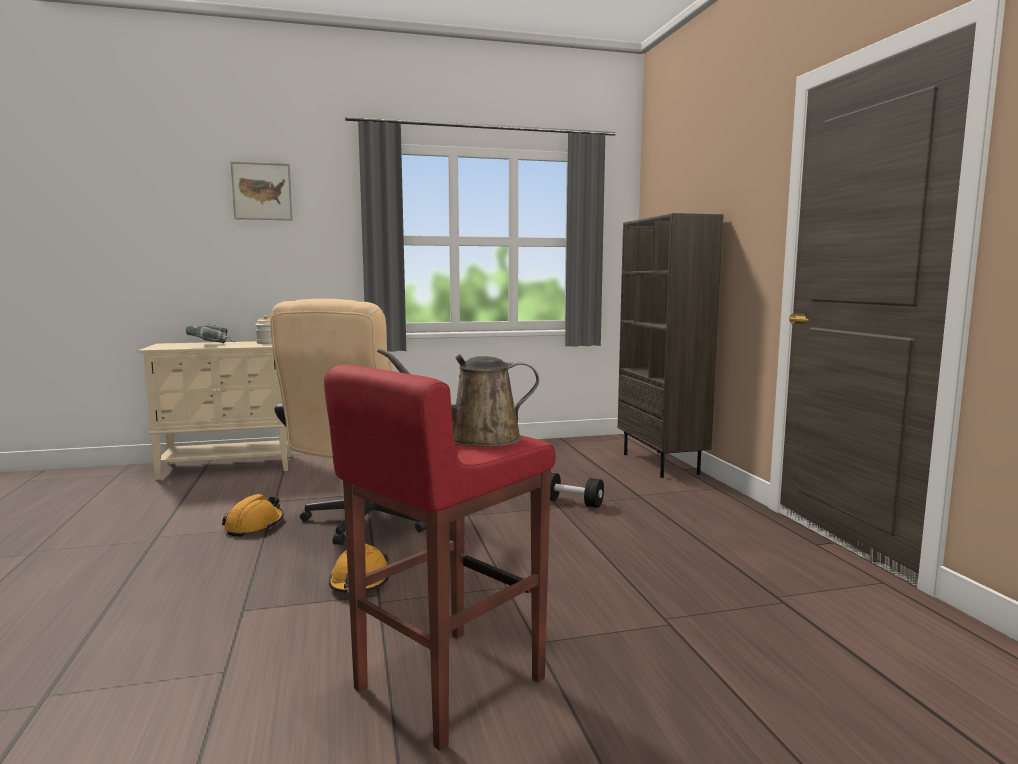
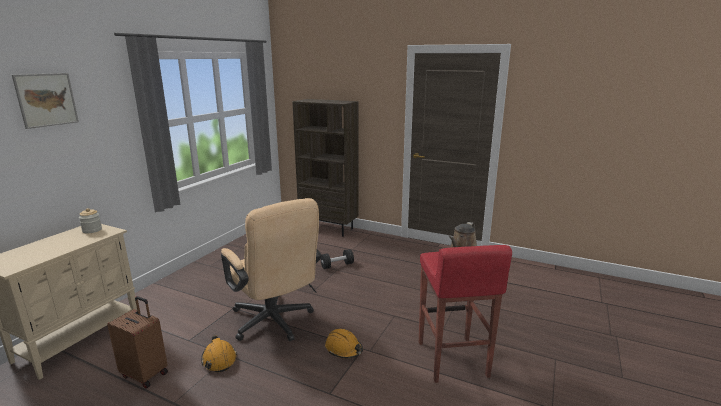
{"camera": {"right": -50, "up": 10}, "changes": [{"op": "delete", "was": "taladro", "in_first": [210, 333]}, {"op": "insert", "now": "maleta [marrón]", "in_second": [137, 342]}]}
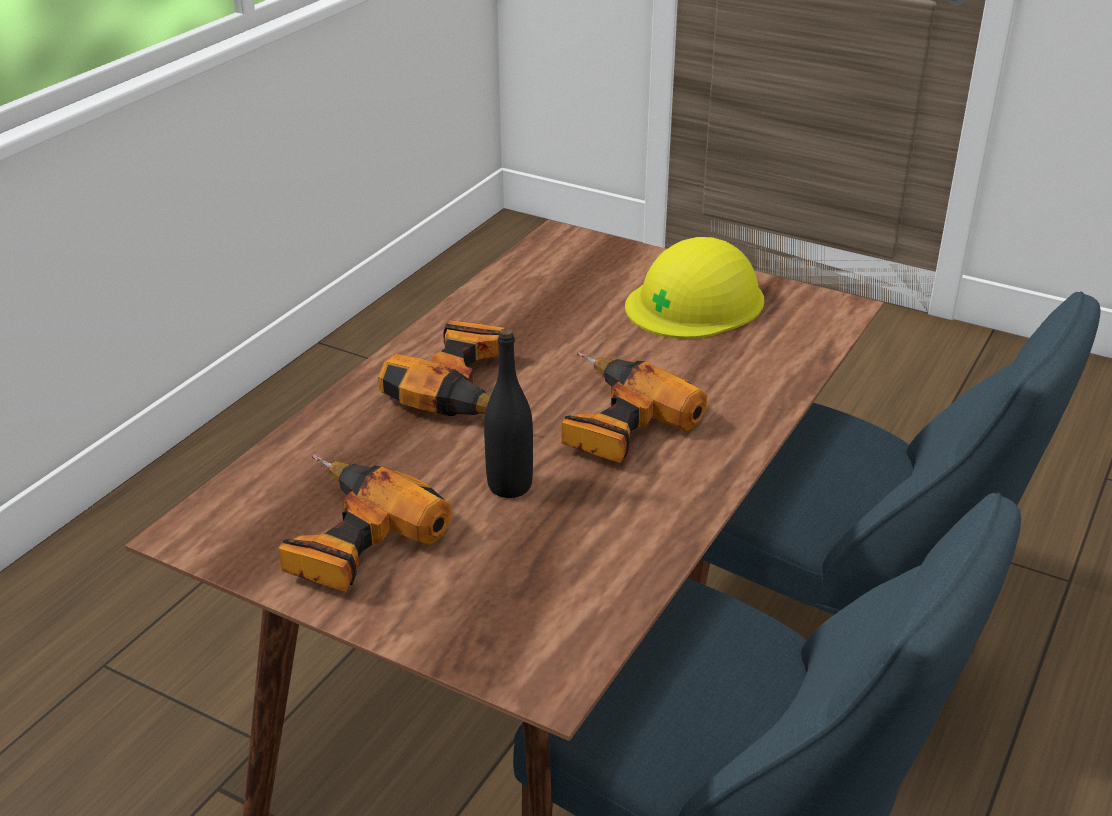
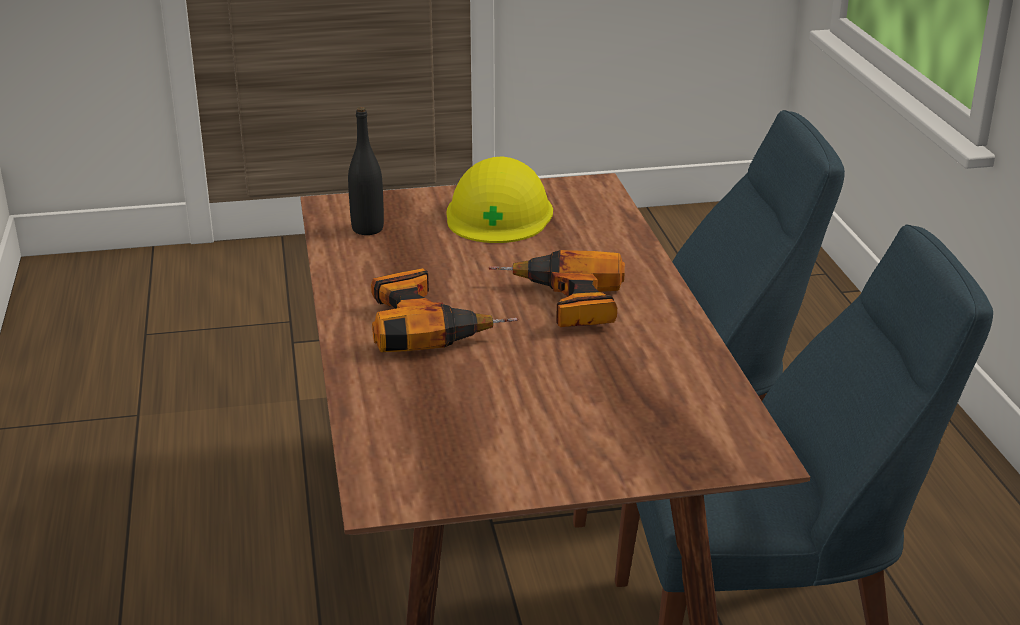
{"camera": {"right": -40, "up": -5}, "changes": [{"op": "move", "was": "botella [negro]", "in_first": [508, 413], "in_second": [366, 171]}, {"op": "delete", "was": "taladro", "in_first": [364, 523]}]}
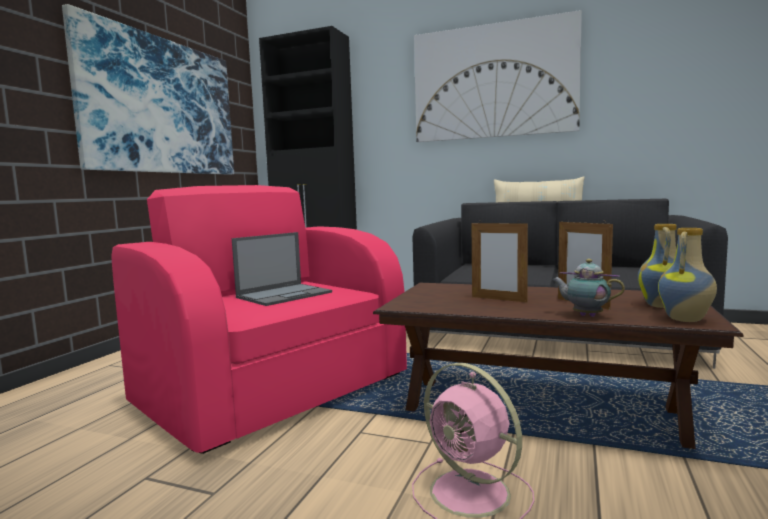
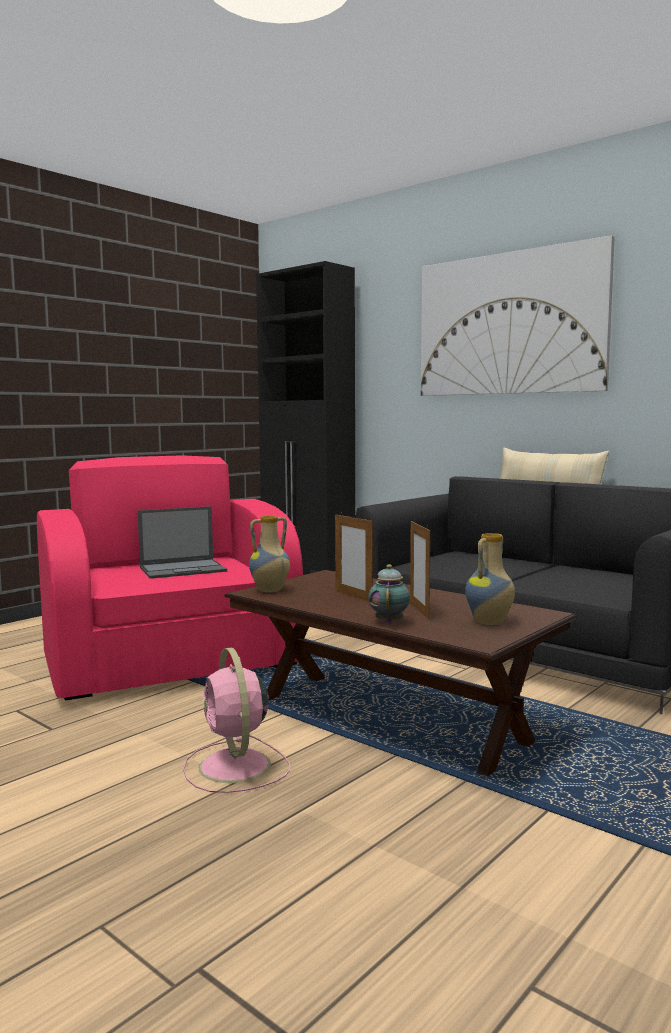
{"camera": {"right": 20, "up": 0}, "changes": [{"op": "delete", "was": "cuadro", "in_first": [148, 89]}, {"op": "move", "was": "florero", "in_first": [687, 275], "in_second": [269, 554]}, {"op": "rotate", "was": "tetera", "in_first": [588, 288], "in_second": [389, 594], "clockwise": 45}]}
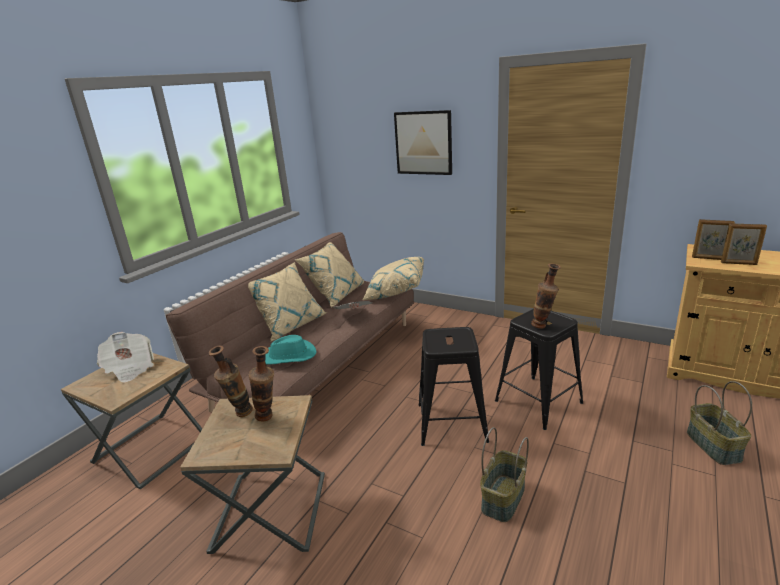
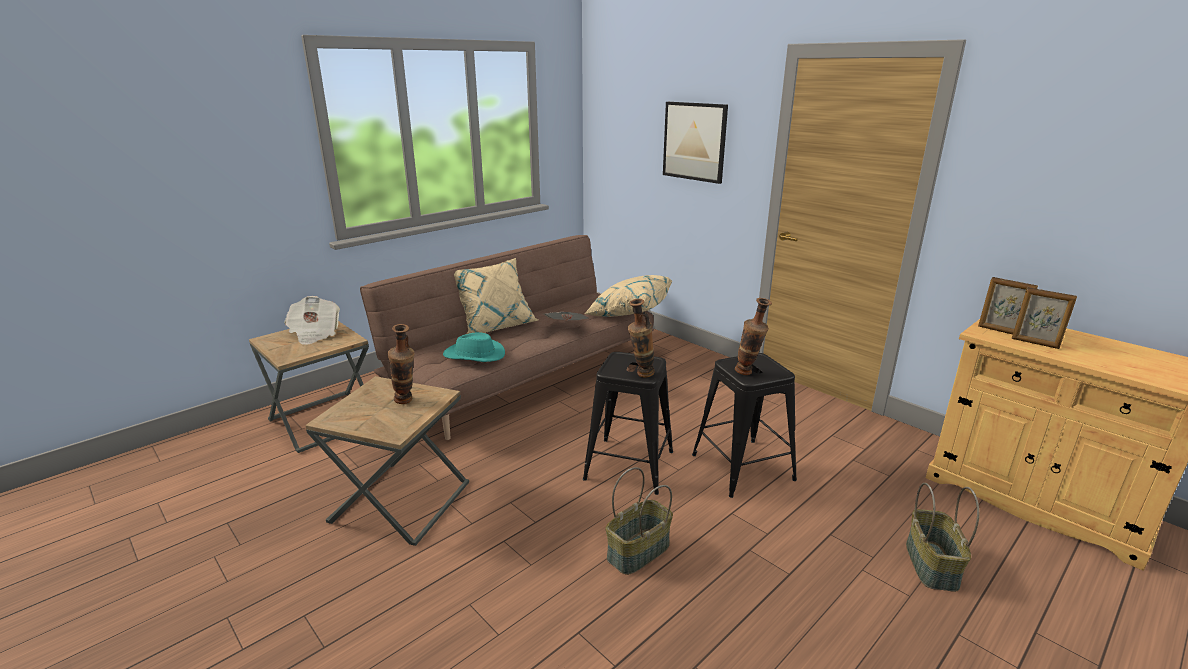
{"camera": {"right": 15, "up": 0}, "changes": [{"op": "delete", "was": "cojín [beis]", "in_first": [329, 274]}, {"op": "move", "was": "florero", "in_first": [230, 381], "in_second": [641, 338]}]}
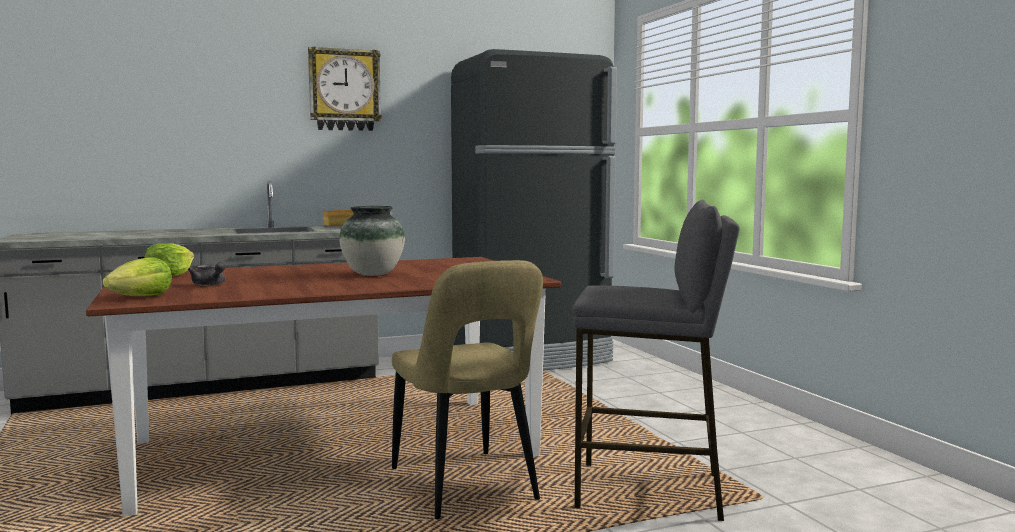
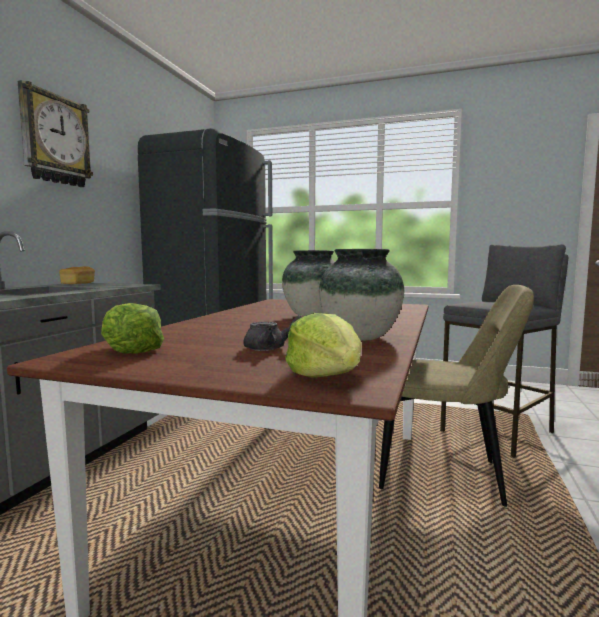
{"camera": {"right": -50, "up": 0}, "changes": [{"op": "insert", "now": "florero", "in_second": [361, 295]}]}
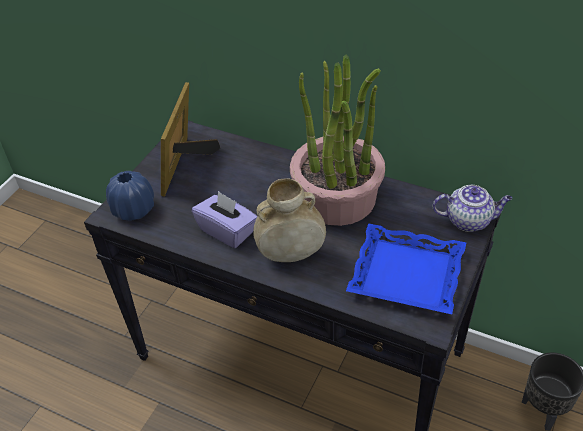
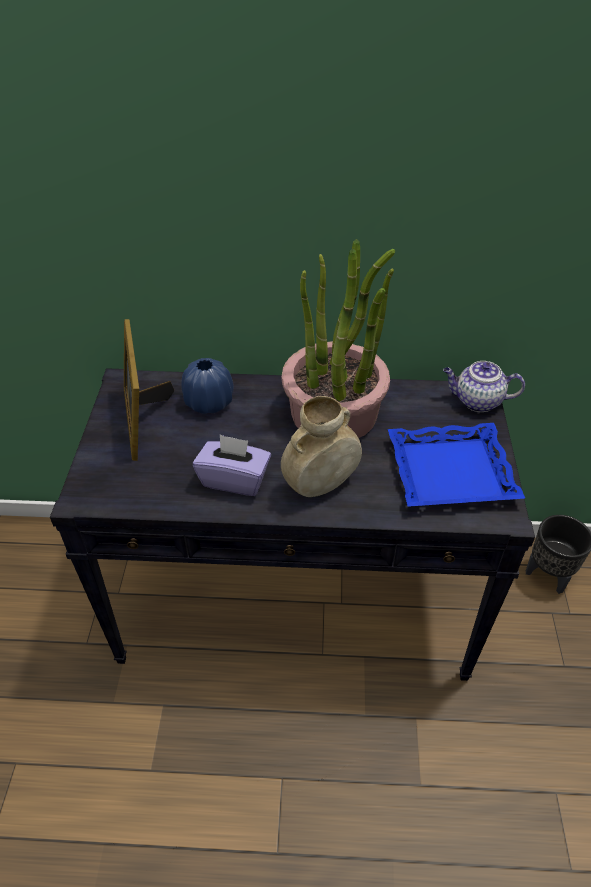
{"camera": {"right": -25, "up": 0}, "changes": [{"op": "move", "was": "florero [azul]", "in_first": [130, 196], "in_second": [207, 386]}, {"op": "rotate", "was": "tetera", "in_first": [472, 208], "in_second": [484, 386], "clockwise": -150}]}
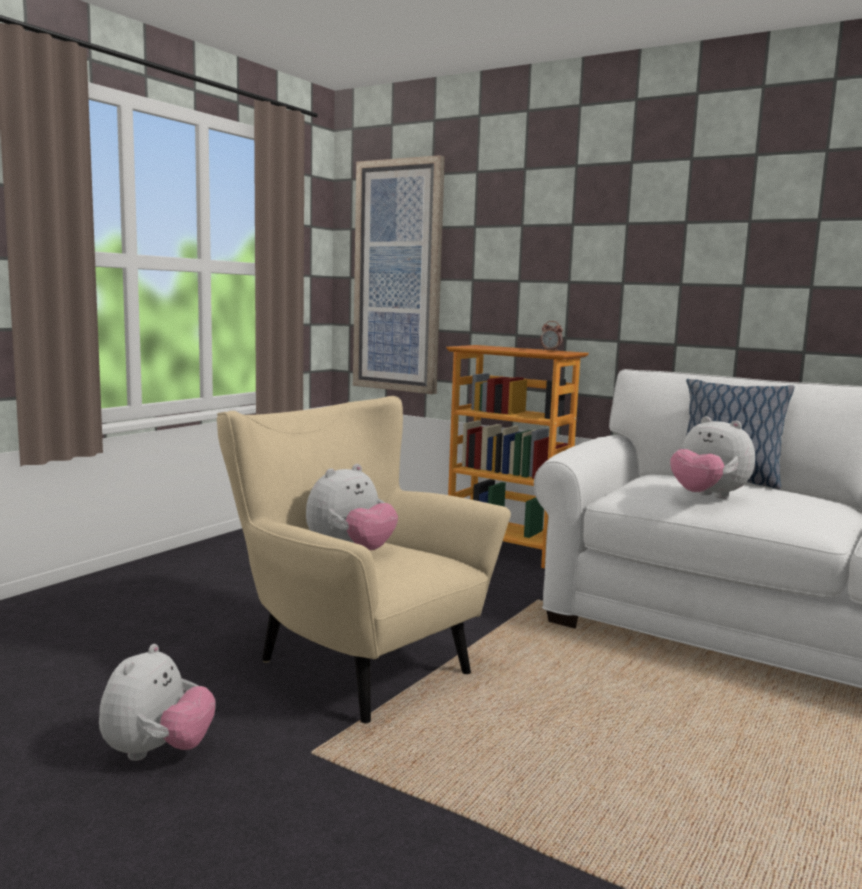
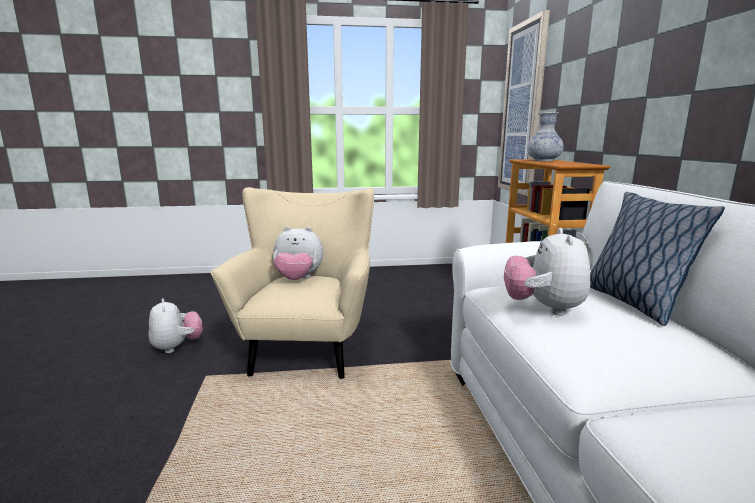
{"camera": {"right": 50, "up": 5}, "changes": [{"op": "delete", "was": "despertador", "in_first": [551, 336]}, {"op": "rotate", "was": "peluche", "in_first": [157, 702], "in_second": [175, 325], "clockwise": -90}, {"op": "insert", "now": "florero", "in_second": [545, 136]}]}
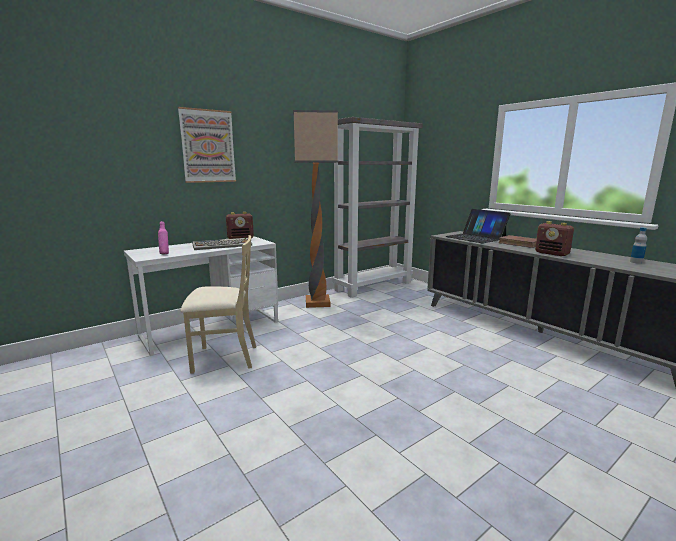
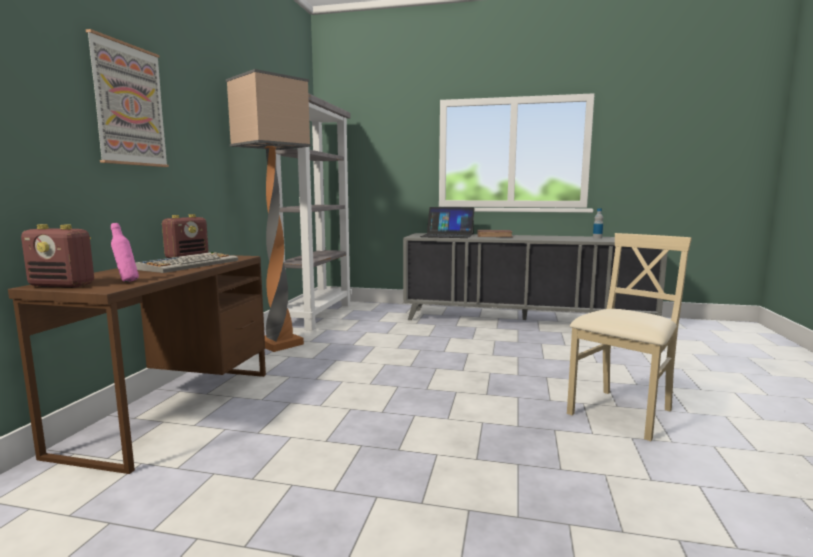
{"camera": {"right": -40, "up": -5}, "changes": [{"op": "move", "was": "radio", "in_first": [554, 238], "in_second": [57, 256]}, {"op": "move", "was": "silla [beis]", "in_first": [218, 304], "in_second": [629, 337]}, {"op": "recolor", "was": "escritorio [blanco]", "now": "escritorio [marrón]", "in_first": [201, 296], "in_second": [137, 364]}]}
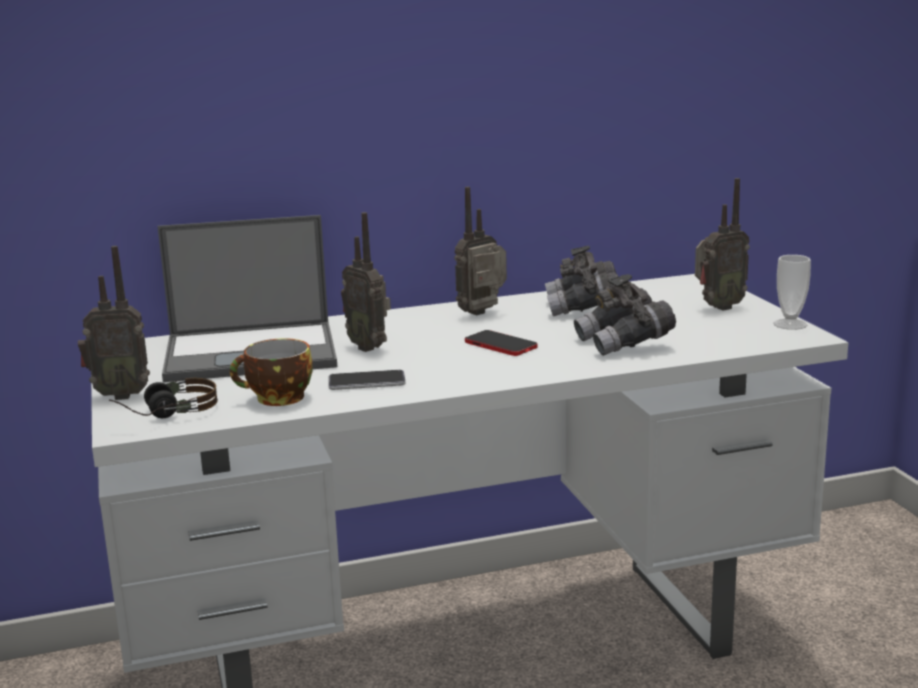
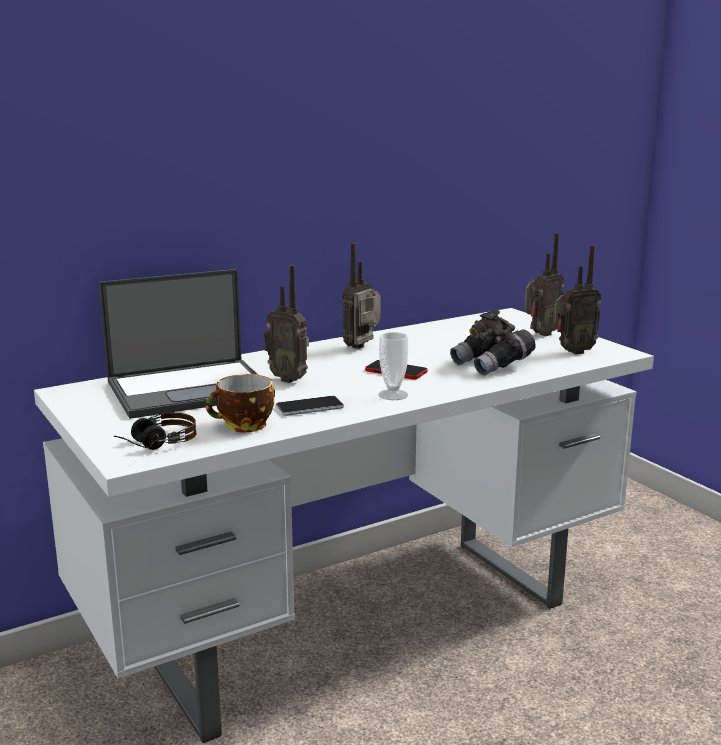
{"camera": {"right": -15, "up": 0}, "changes": [{"op": "move", "was": "radio", "in_first": [114, 323], "in_second": [577, 300]}, {"op": "delete", "was": "prismáticos [gris]", "in_first": [581, 281]}, {"op": "move", "was": "taza", "in_first": [792, 292], "in_second": [393, 366]}]}
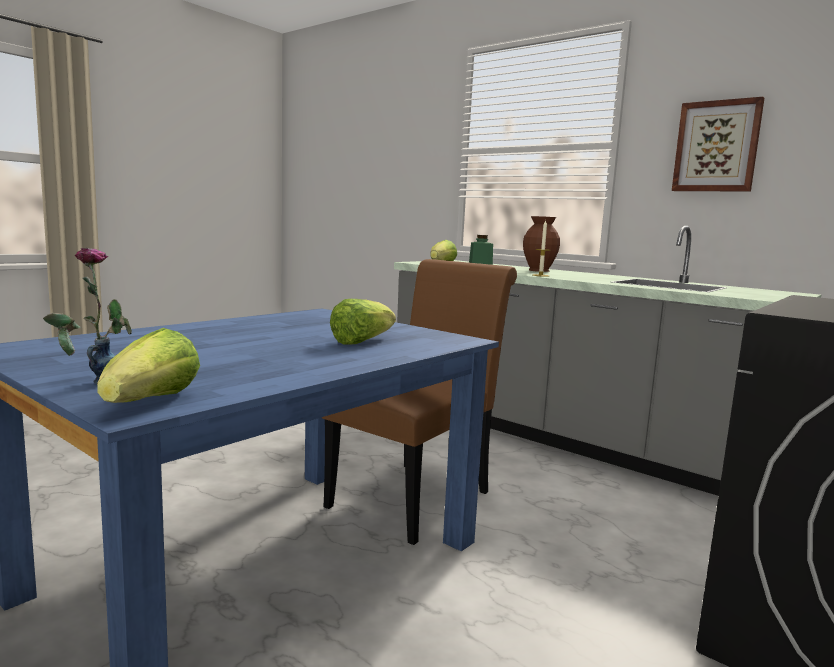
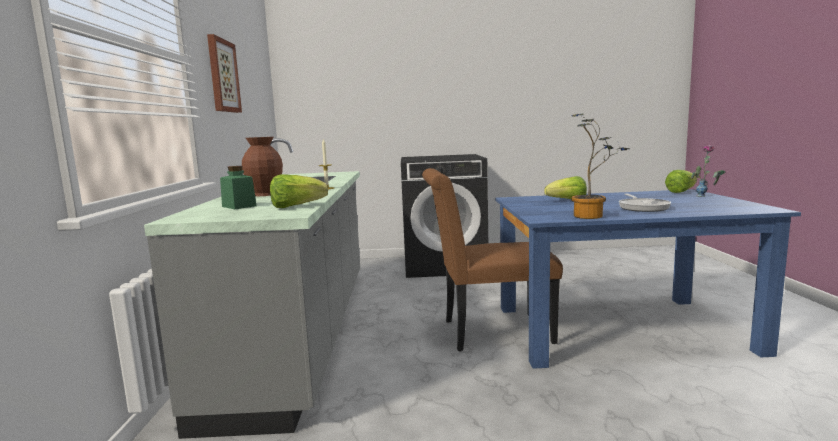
{"camera": {"right": -130, "up": 0}, "changes": [{"op": "insert", "now": "planta en maceta", "in_second": [600, 166]}, {"op": "insert", "now": "sartén", "in_second": [645, 203]}]}
